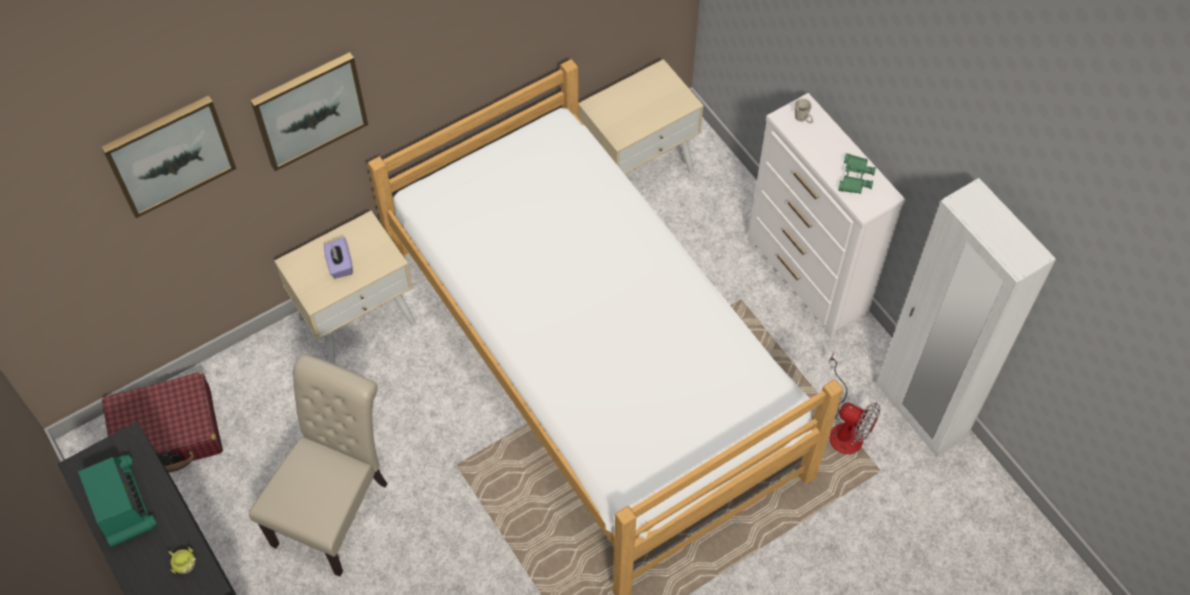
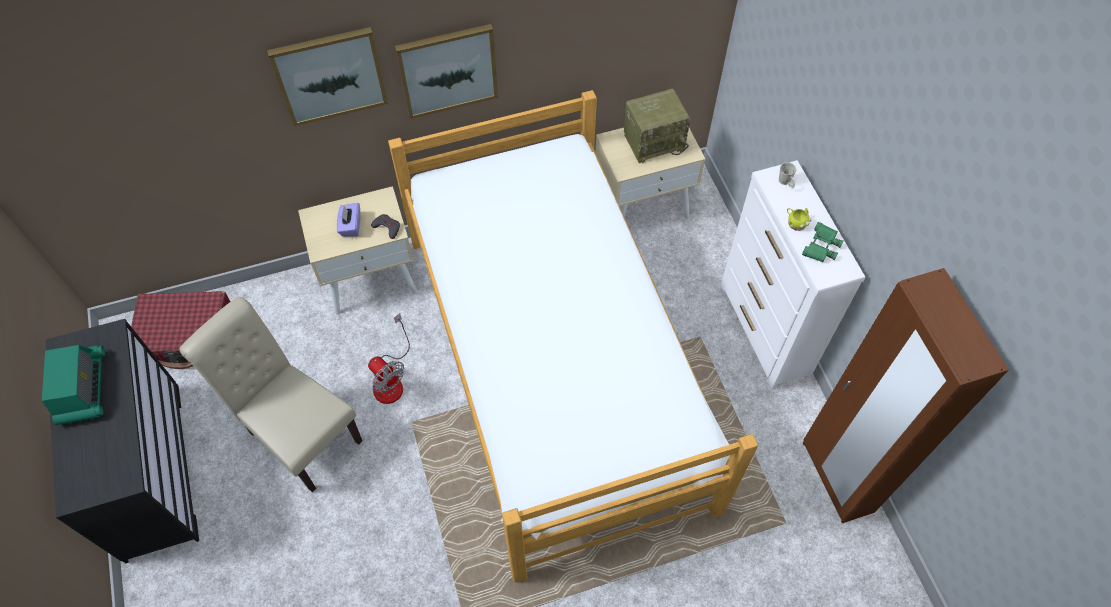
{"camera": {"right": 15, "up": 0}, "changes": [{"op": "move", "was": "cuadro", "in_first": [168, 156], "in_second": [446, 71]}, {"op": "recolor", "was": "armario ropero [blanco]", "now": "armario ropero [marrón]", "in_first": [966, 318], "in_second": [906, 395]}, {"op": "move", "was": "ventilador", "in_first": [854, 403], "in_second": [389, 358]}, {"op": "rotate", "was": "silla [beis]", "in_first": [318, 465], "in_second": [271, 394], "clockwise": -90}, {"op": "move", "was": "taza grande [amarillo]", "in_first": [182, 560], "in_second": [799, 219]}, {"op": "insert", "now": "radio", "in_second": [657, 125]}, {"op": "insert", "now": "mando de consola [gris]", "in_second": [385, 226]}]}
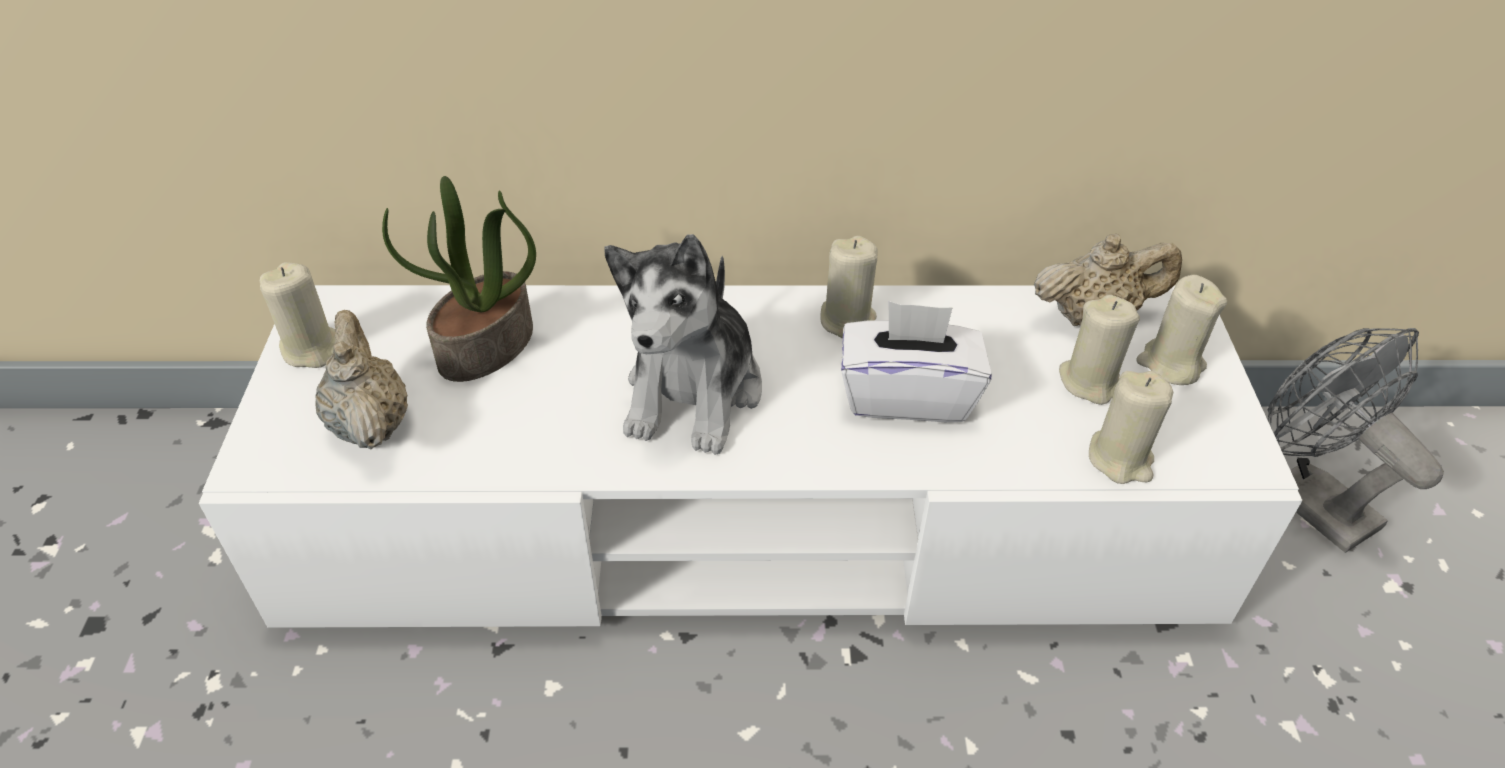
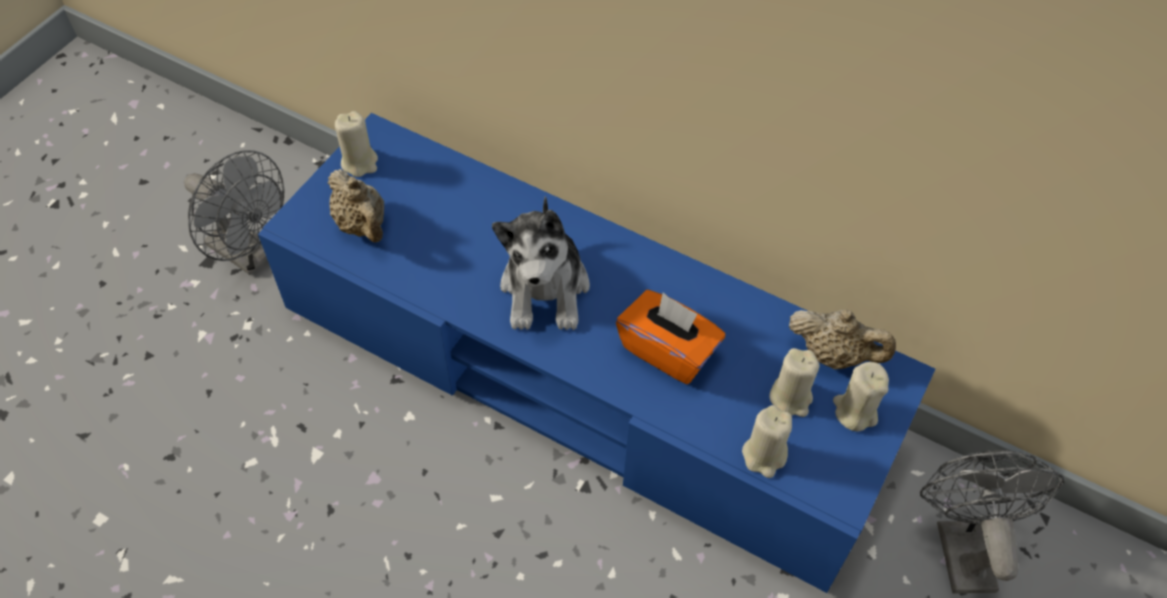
{"camera": {"right": 30, "up": 10}, "changes": [{"op": "delete", "was": "planta en maceta", "in_first": [459, 279]}, {"op": "rotate", "was": "peluche", "in_first": [683, 344], "in_second": [541, 263], "clockwise": -45}, {"op": "delete", "was": "vela [beis]", "in_first": [849, 287]}, {"op": "recolor", "was": "mueble de televisión [blanco]", "now": "mueble de televisión [azul]", "in_first": [750, 456], "in_second": [596, 353]}, {"op": "recolor", "was": "caja de pañuelos [blanco]", "now": "caja de pañuelos [naranja]", "in_first": [916, 361], "in_second": [670, 337]}, {"op": "rotate", "was": "tetera [beis]", "in_first": [361, 379], "in_second": [356, 206], "clockwise": 135}, {"op": "insert", "now": "ventilador [gris]", "in_second": [234, 212]}]}
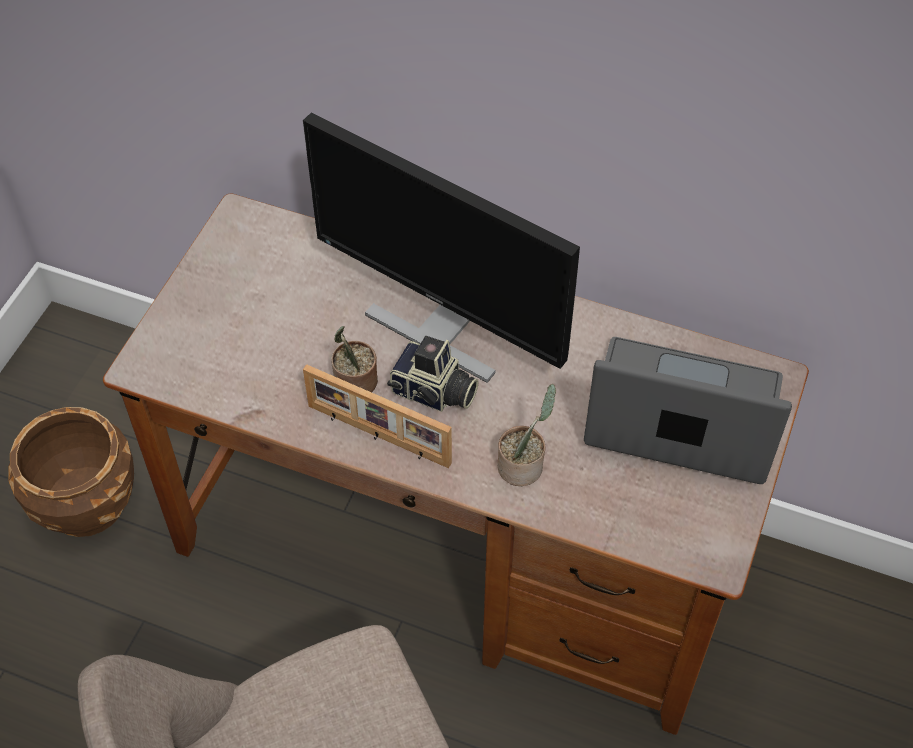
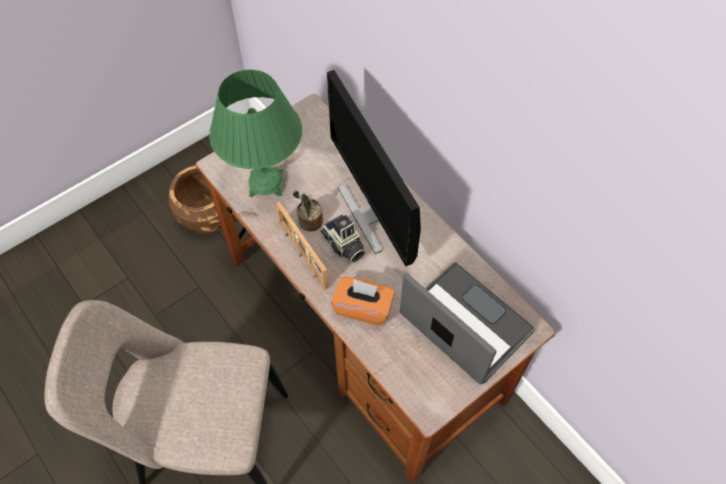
{"camera": {"right": 30, "up": 5}, "changes": [{"op": "replace", "was": "planta en maceta", "now": "caja de pañuelos [naranja]", "in_first": [527, 435], "in_second": [363, 301]}, {"op": "insert", "now": "lámpara de mesa [verde]", "in_second": [255, 133]}]}
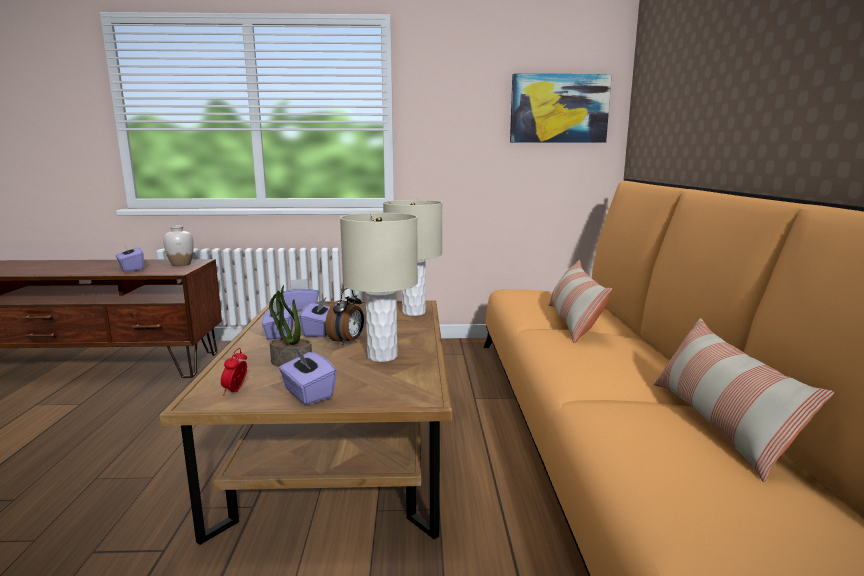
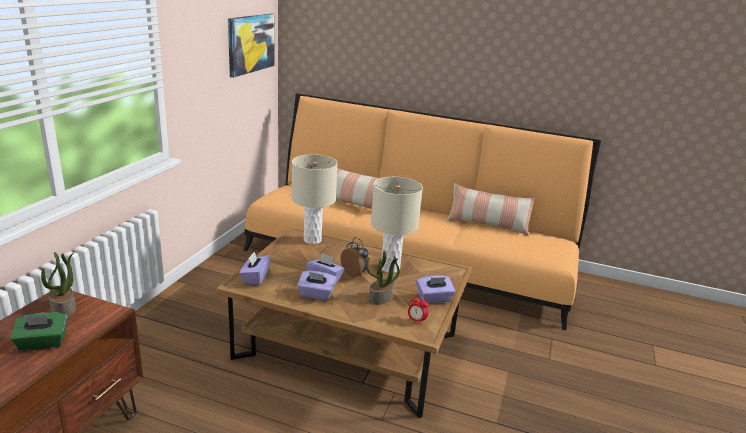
{"camera": {"right": -70, "up": 10}, "changes": [{"op": "replace", "was": "florero [blanco]", "now": "planta en maceta", "in_first": [178, 245], "in_second": [58, 284]}, {"op": "recolor", "was": "caja de pañuelos [morado]", "now": "caja de pañuelos [verde]", "in_first": [130, 258], "in_second": [38, 331]}]}
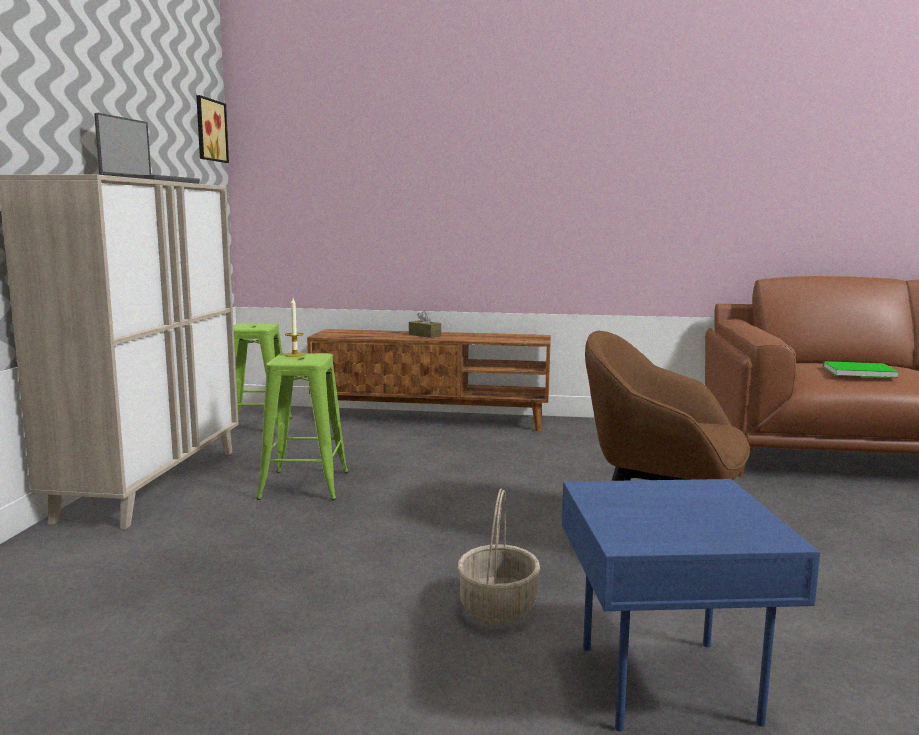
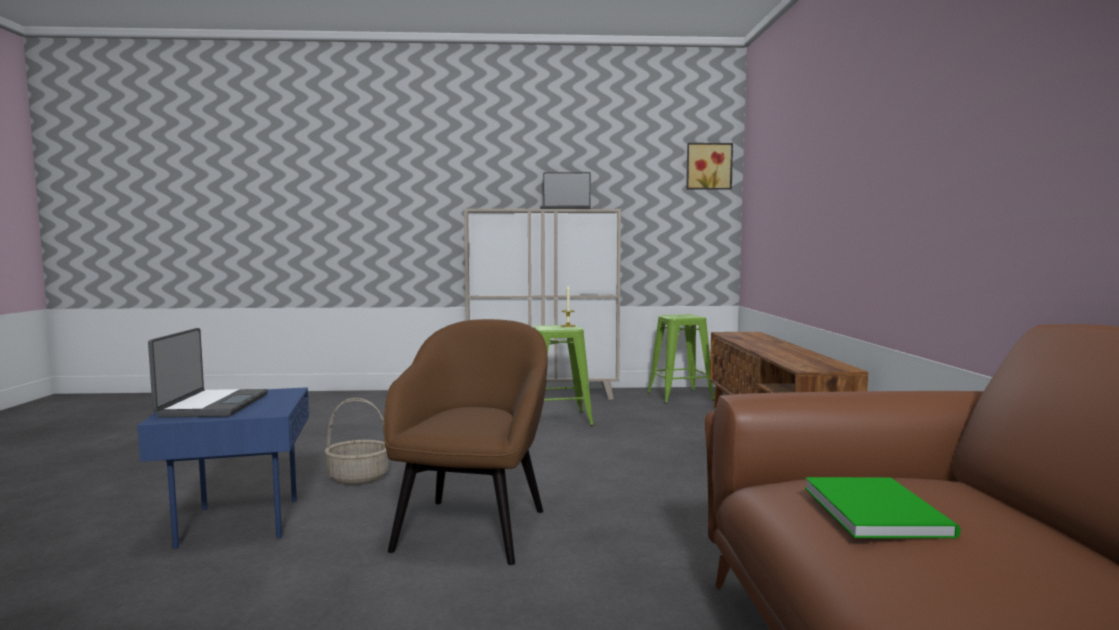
{"camera": {"right": 80, "up": -5}, "changes": [{"op": "delete", "was": "caja de pañuelos [marrón]", "in_first": [425, 324]}, {"op": "insert", "now": "portátil", "in_second": [208, 373]}]}
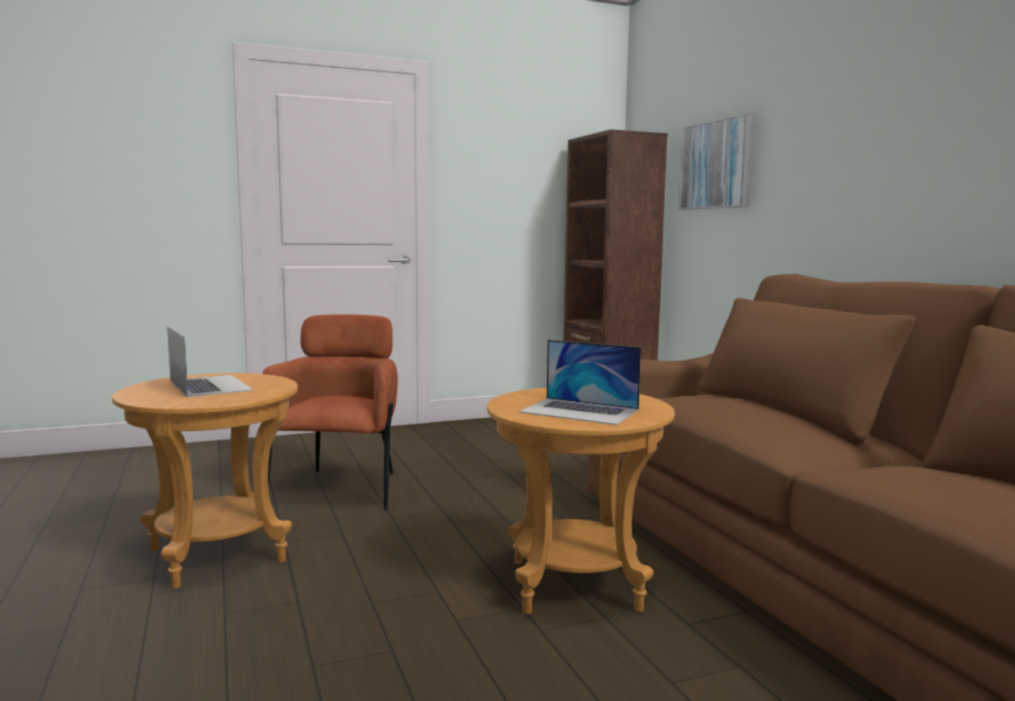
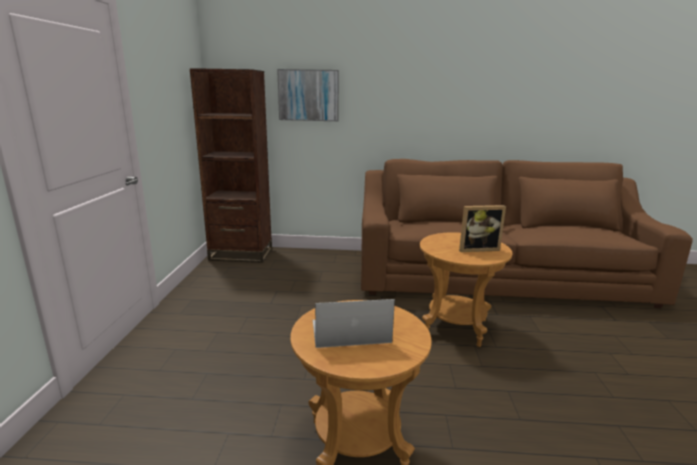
{"camera": {"right": -65, "up": 10}, "changes": [{"op": "delete", "was": "sillón [marrón]", "in_first": [330, 411]}, {"op": "replace", "was": "portátil", "now": "portarretratos", "in_first": [580, 382], "in_second": [482, 228]}]}
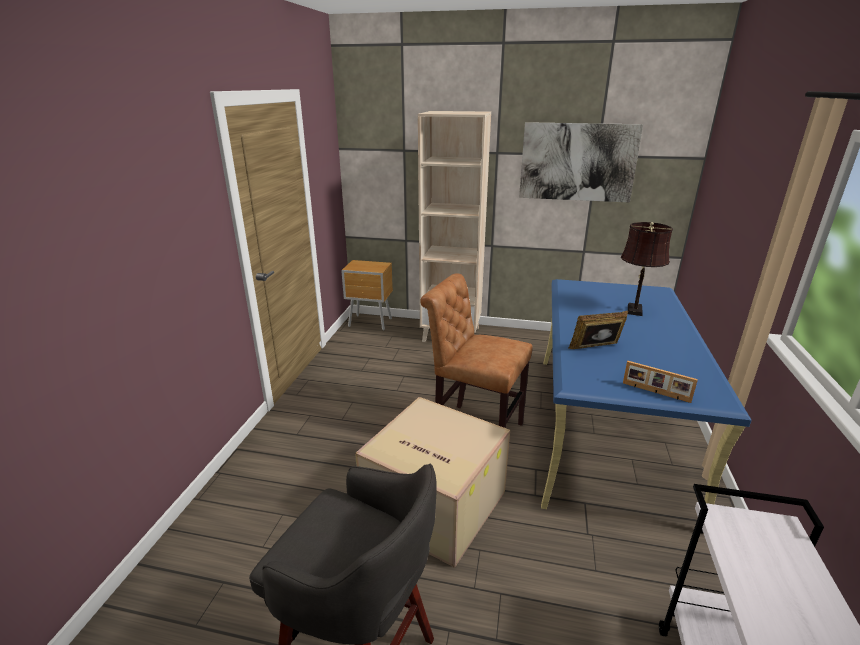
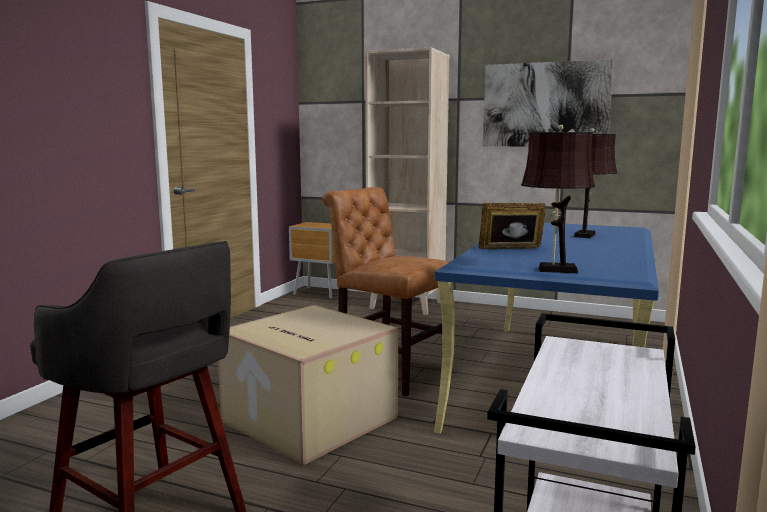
{"camera": {"right": 10, "up": -15}, "changes": [{"op": "replace", "was": "portarretratos", "now": "lámpara de mesa [marrón]", "in_first": [660, 382], "in_second": [558, 199]}]}
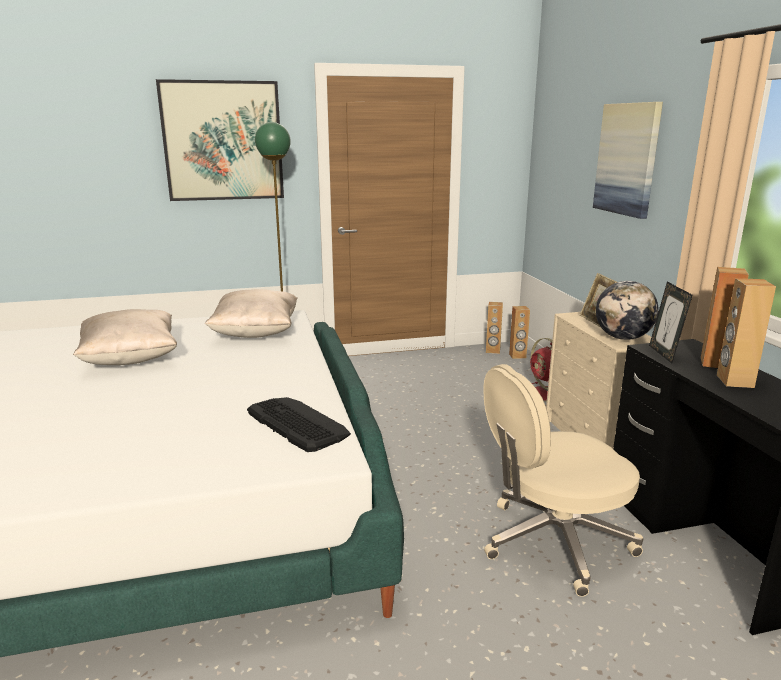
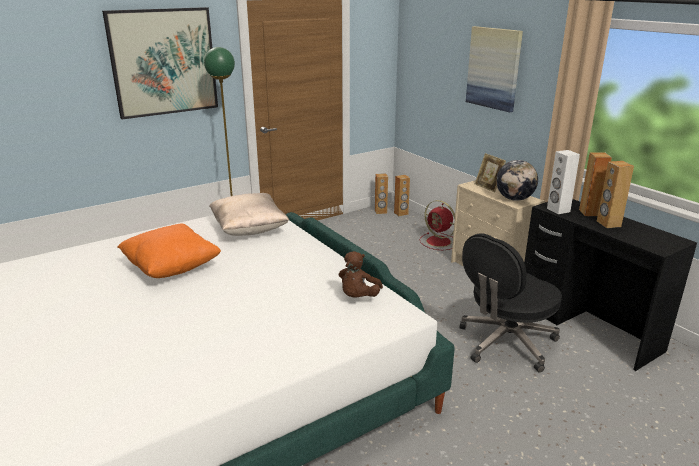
{"camera": {"right": -20, "up": 5}, "changes": [{"op": "replace", "was": "portarretratos", "now": "altavoz [blanco]", "in_first": [670, 322], "in_second": [563, 182]}, {"op": "recolor", "was": "cojín [beis]", "now": "cojín [naranja]", "in_first": [125, 337], "in_second": [169, 251]}, {"op": "recolor", "was": "silla de oficina [beis]", "now": "silla de oficina [negro]", "in_first": [563, 480], "in_second": [511, 302]}, {"op": "replace", "was": "teclado", "now": "peluche [marrón]", "in_first": [299, 424], "in_second": [361, 274]}]}
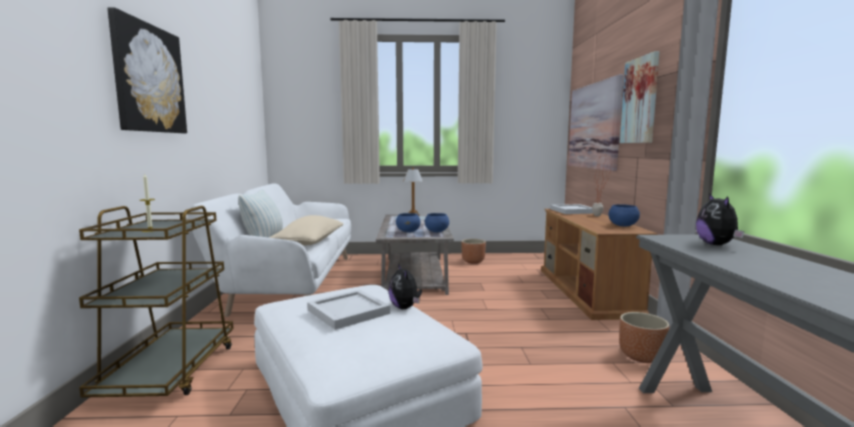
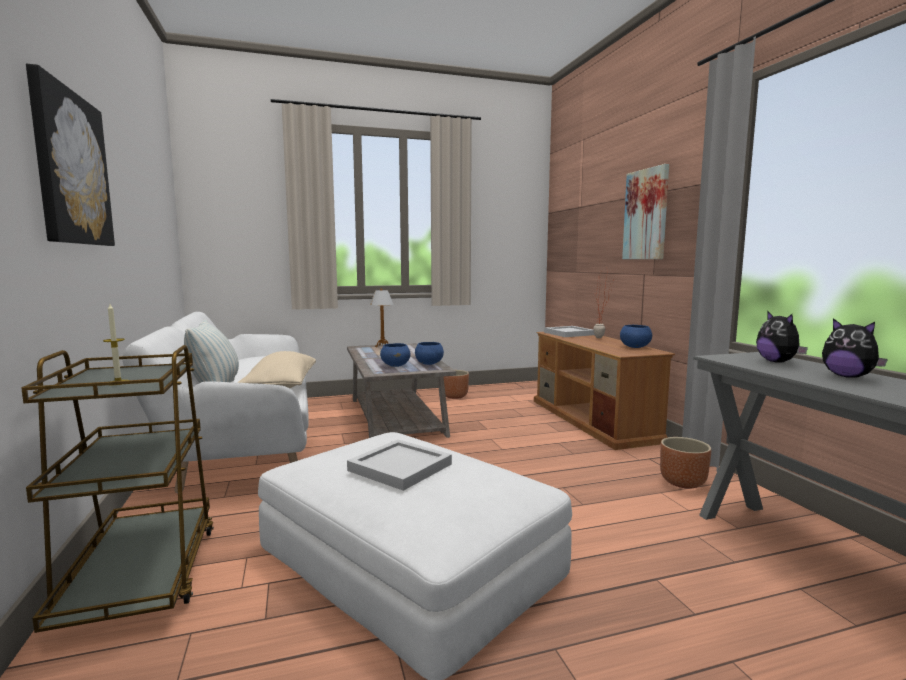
{"camera": {"right": -15, "up": 0}, "changes": [{"op": "delete", "was": "cuadro", "in_first": [596, 122]}, {"op": "move", "was": "peluche", "in_first": [405, 286], "in_second": [855, 348]}]}
